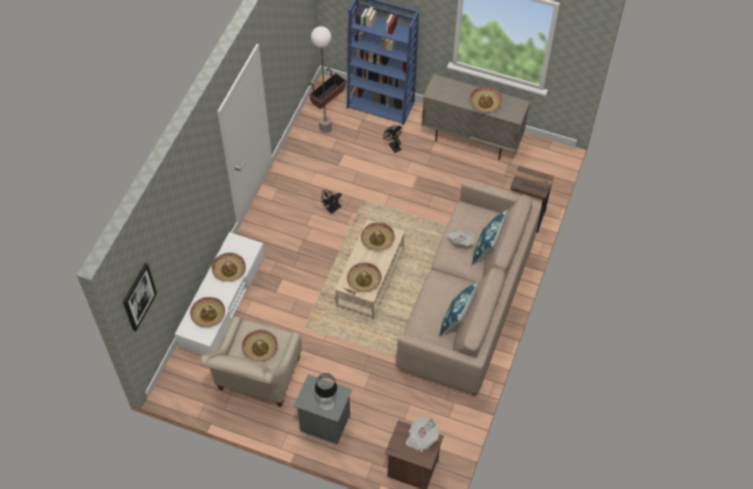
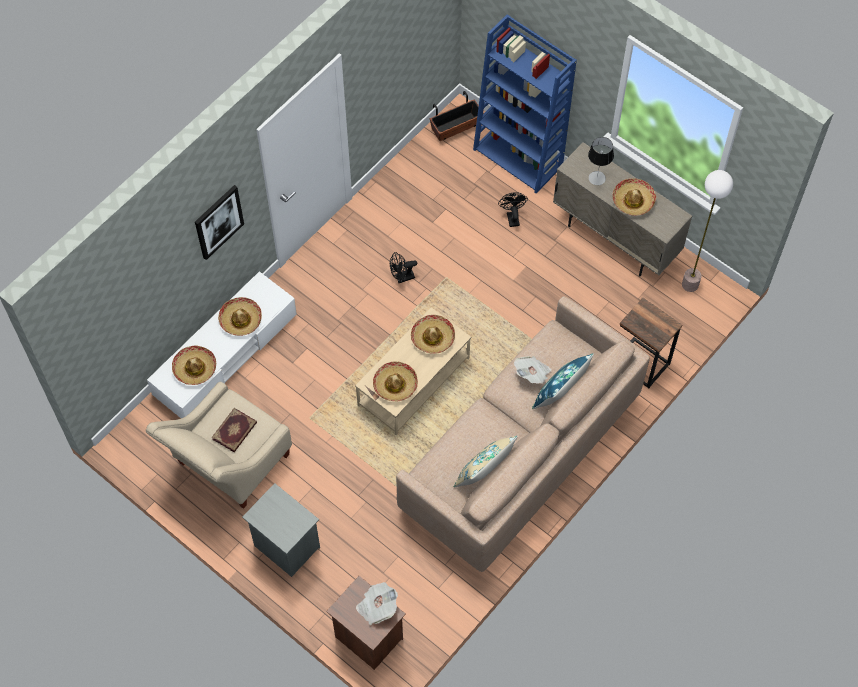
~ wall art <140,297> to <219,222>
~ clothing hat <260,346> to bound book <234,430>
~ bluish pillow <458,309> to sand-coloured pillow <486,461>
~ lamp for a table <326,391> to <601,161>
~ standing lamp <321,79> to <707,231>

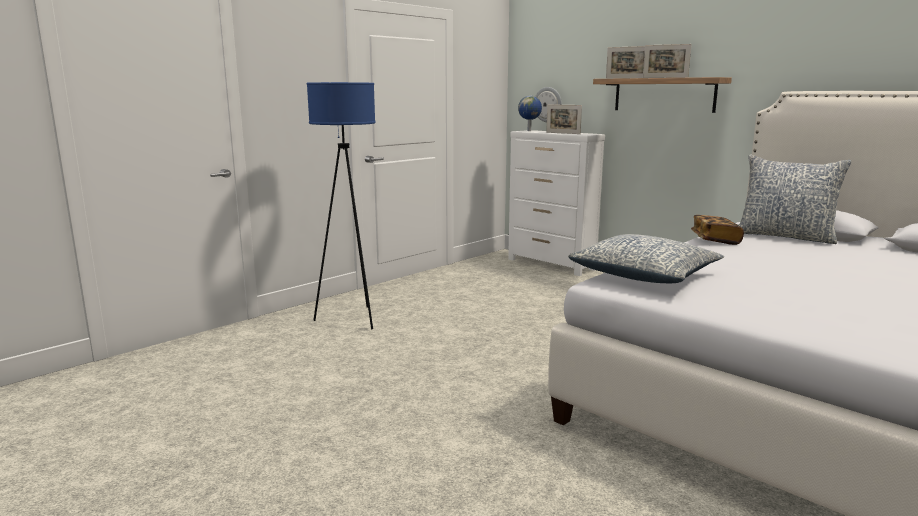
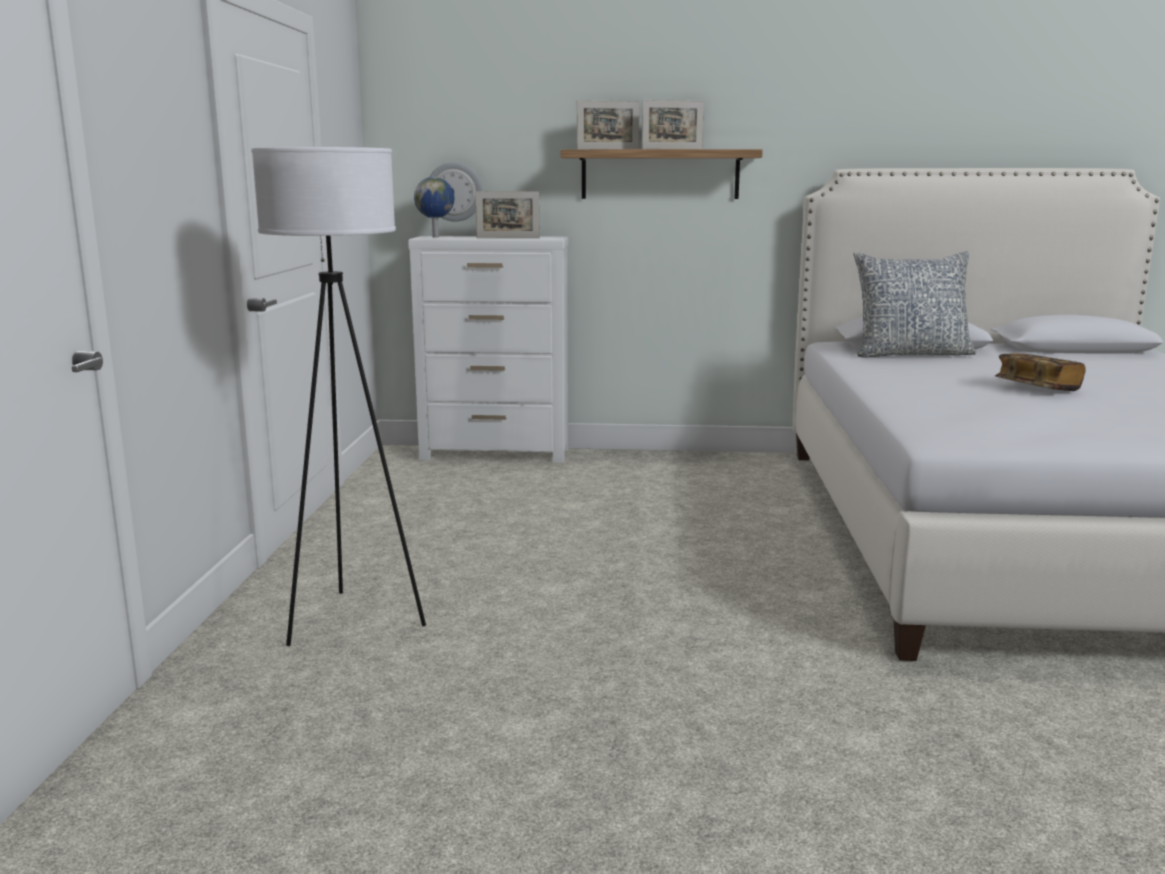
~ bluish standing lamp <341,205> to white-coloured standing lamp <338,396>
~ bound book <717,230> to <1040,372>
- pillow <646,258>

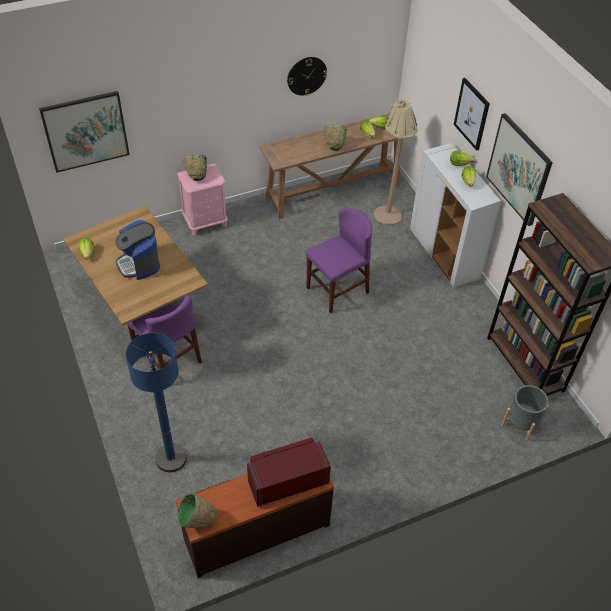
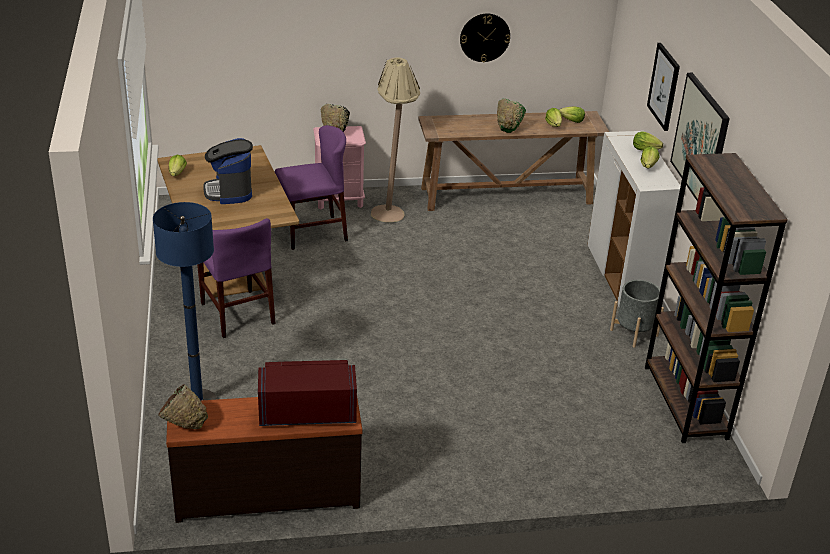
~ green-coloured deep dish <197,511> to brownish deep dish <183,406>
~ purplish upright chair <338,260> to <311,187>
~ sand-coloured standing lamp <396,162> to <395,140>
~ gray plant pot <525,413> to <637,313>
- wall art <84,132>

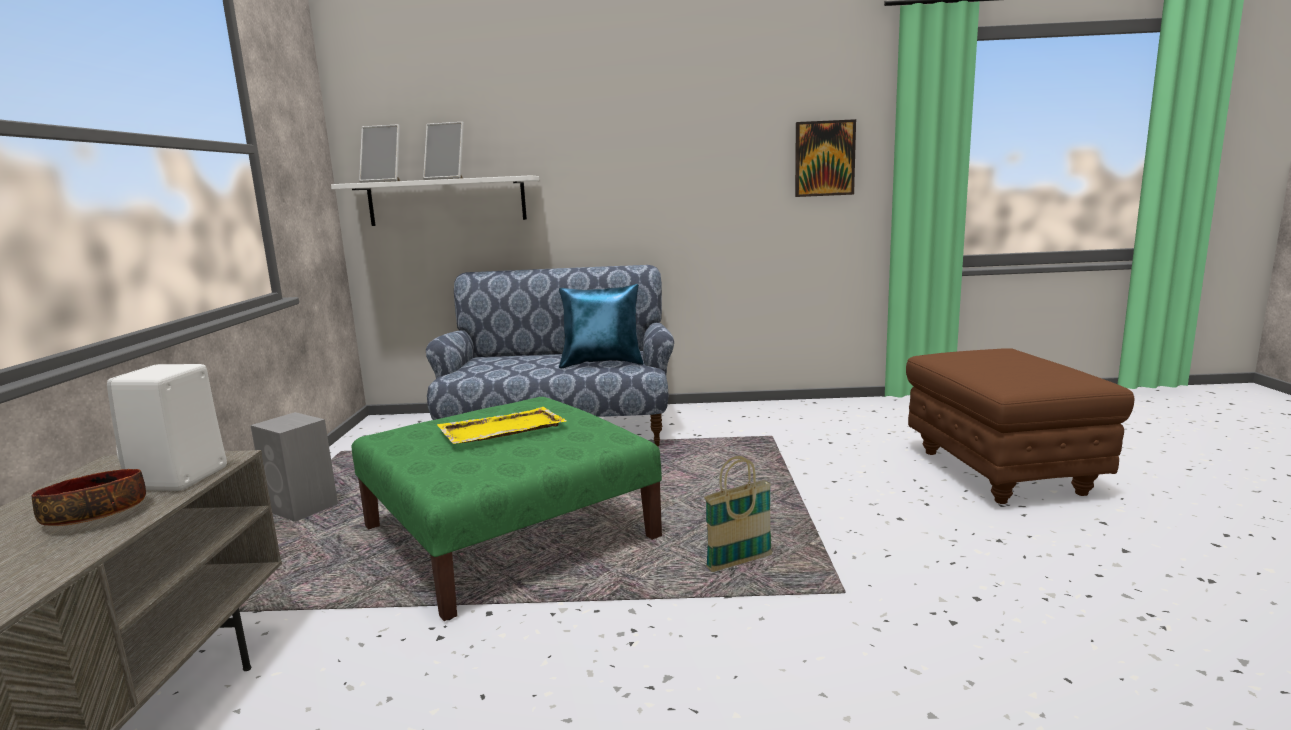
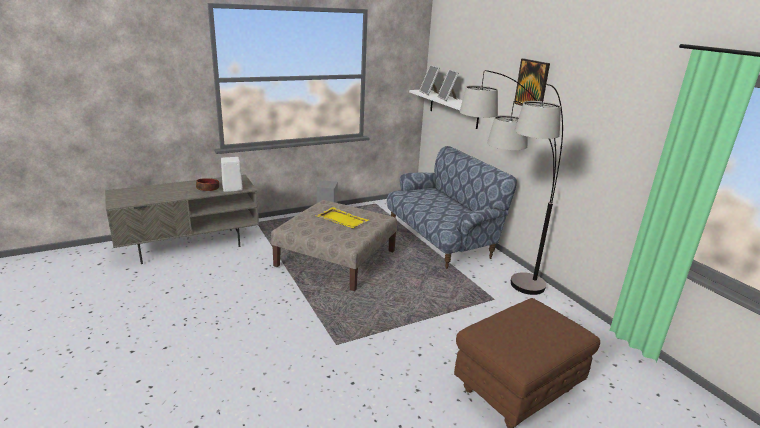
~ green-coloured ottoman <506,509> to sand-coloured ottoman <334,245>
+ standing lamp <511,182>
~ wall art <825,158> to <532,82>
- bluish pillow <601,326>
- storage basket <738,514>

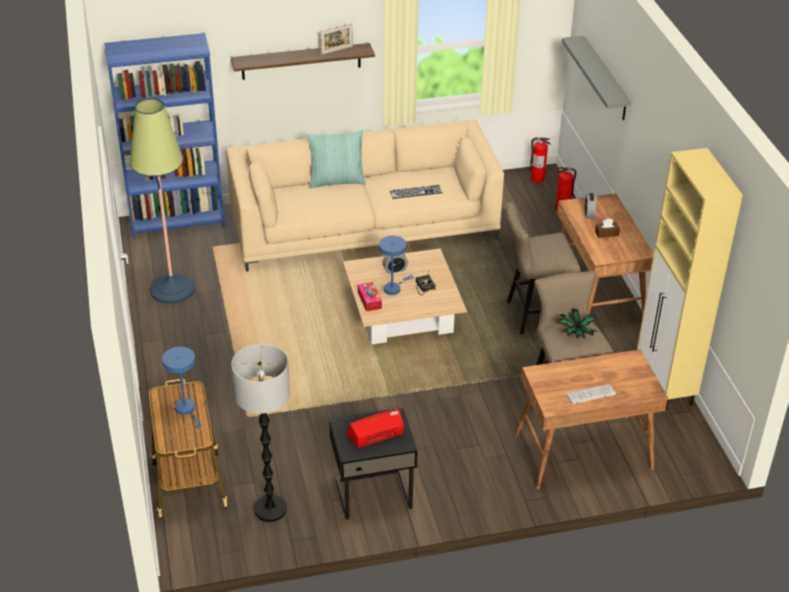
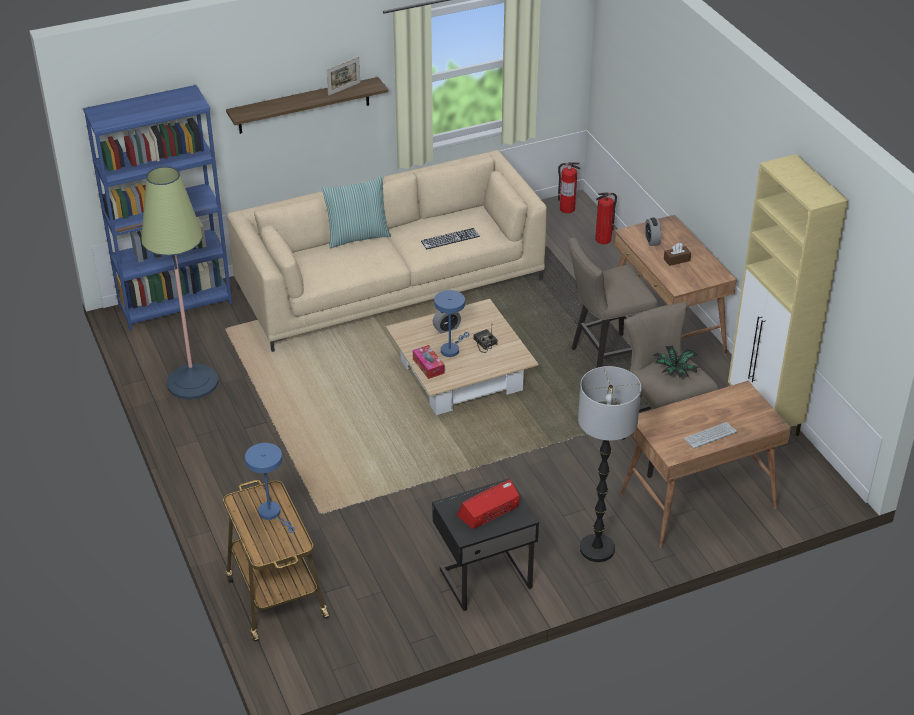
~ standing lamp <260,433> to <609,464>
- gray shelf <596,78>

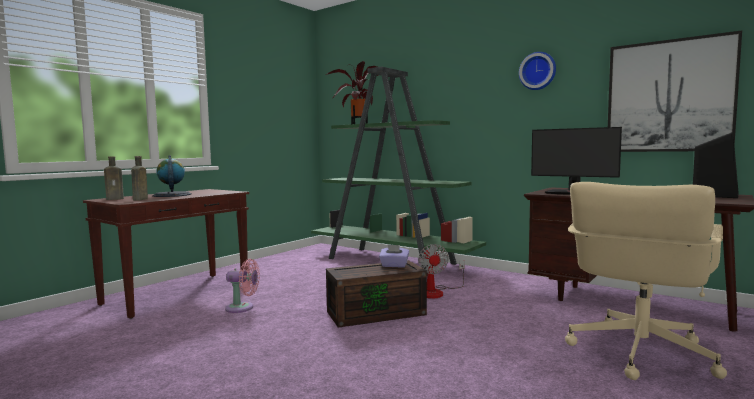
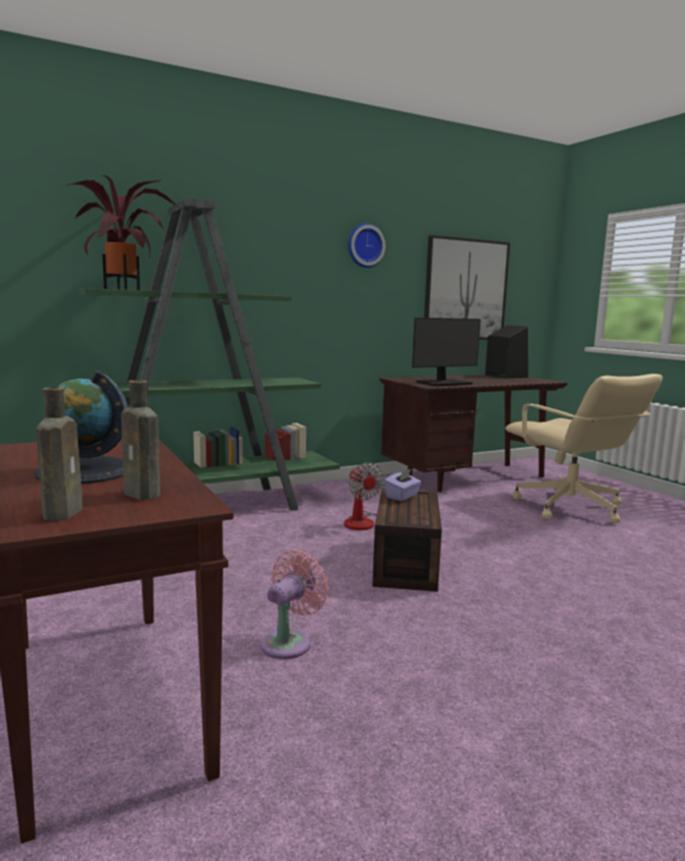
~ fan <441,271> = <364,496> 45 degrees clockwise

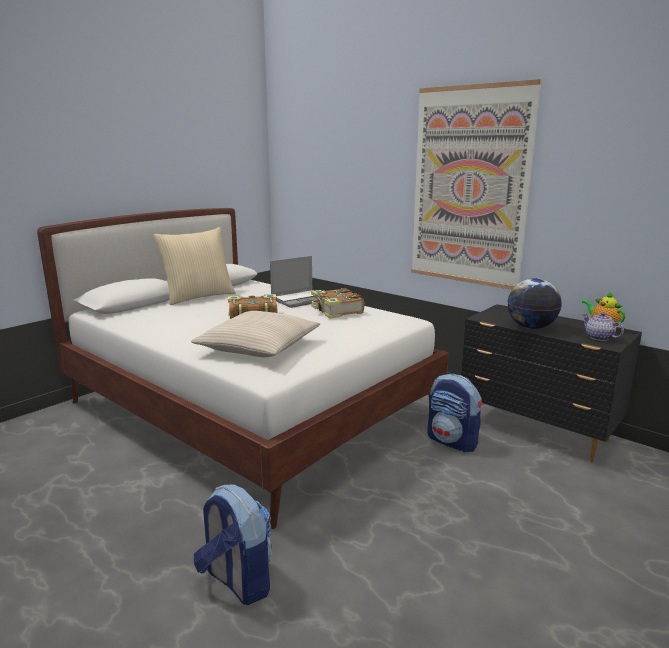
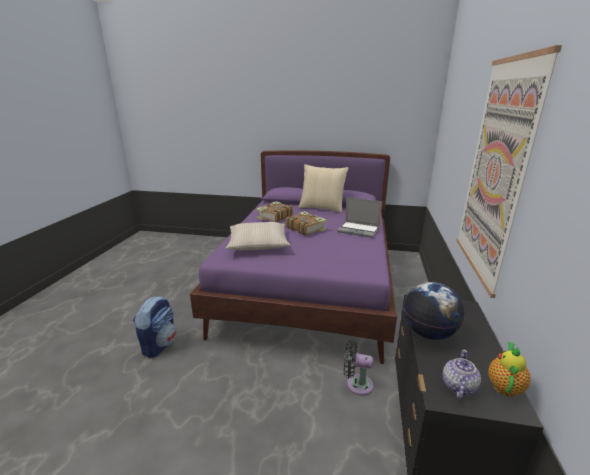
~ white-coloured bed <242,368> to purplish bed <293,257>
~ bound book <337,303> to <275,211>
~ rucksack <454,413> to black-coloured fan <358,368>

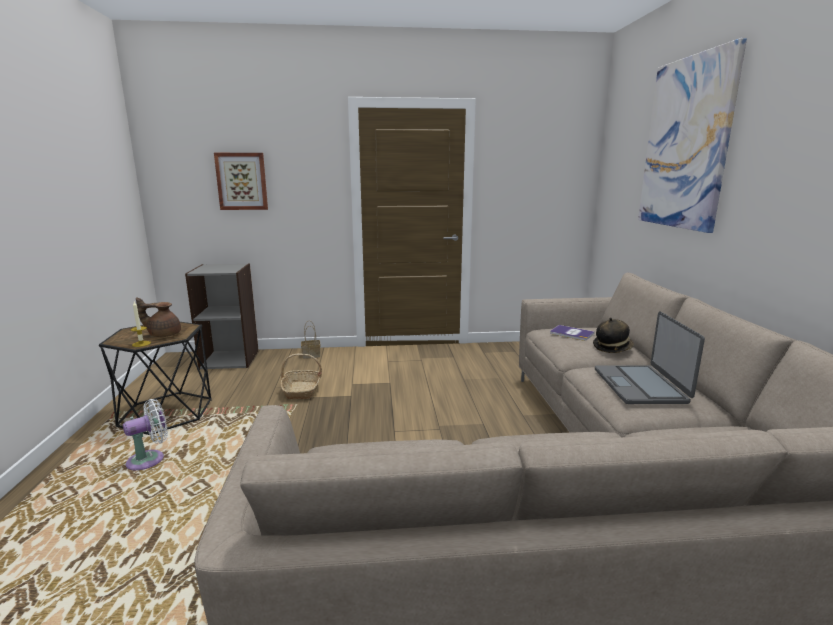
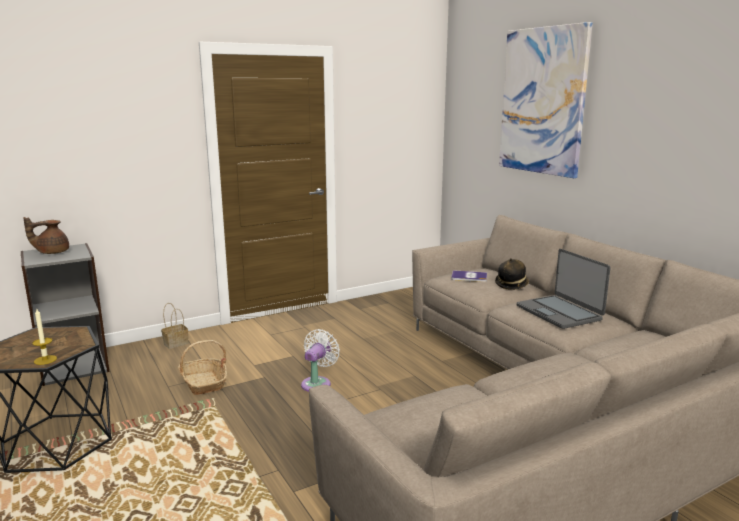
~ brownish teapot <158,317> to <46,235>
~ white-coloured fan <145,434> to <320,360>
- wall art <241,181>

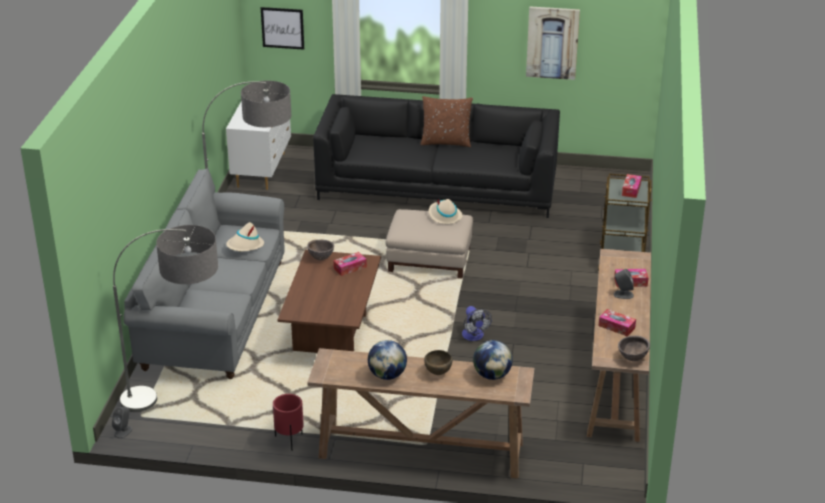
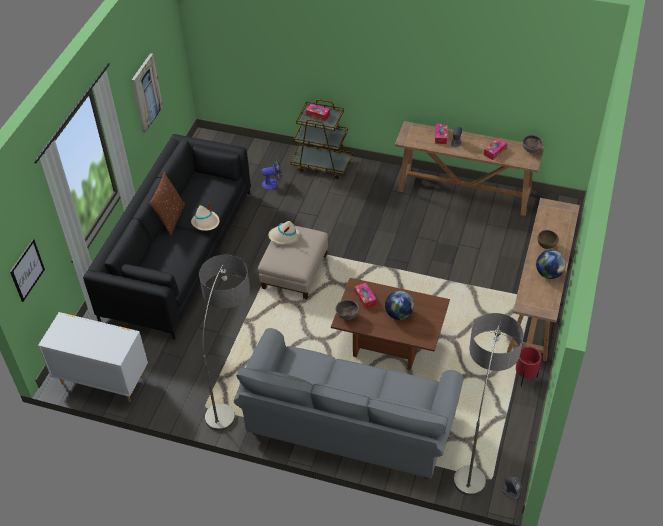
~ sand-coloured clothing hat <245,236> to <205,216>
~ fan <477,323> to <271,174>
~ desk globe <493,360> to <399,305>

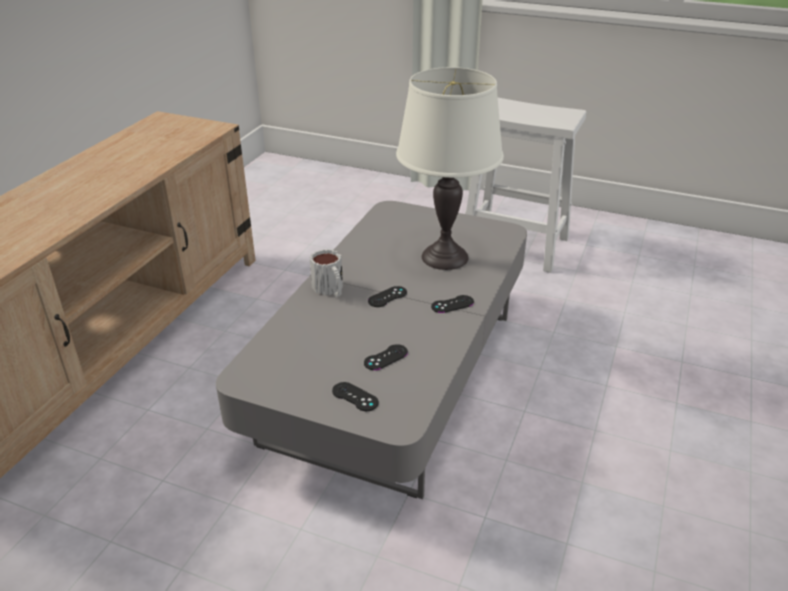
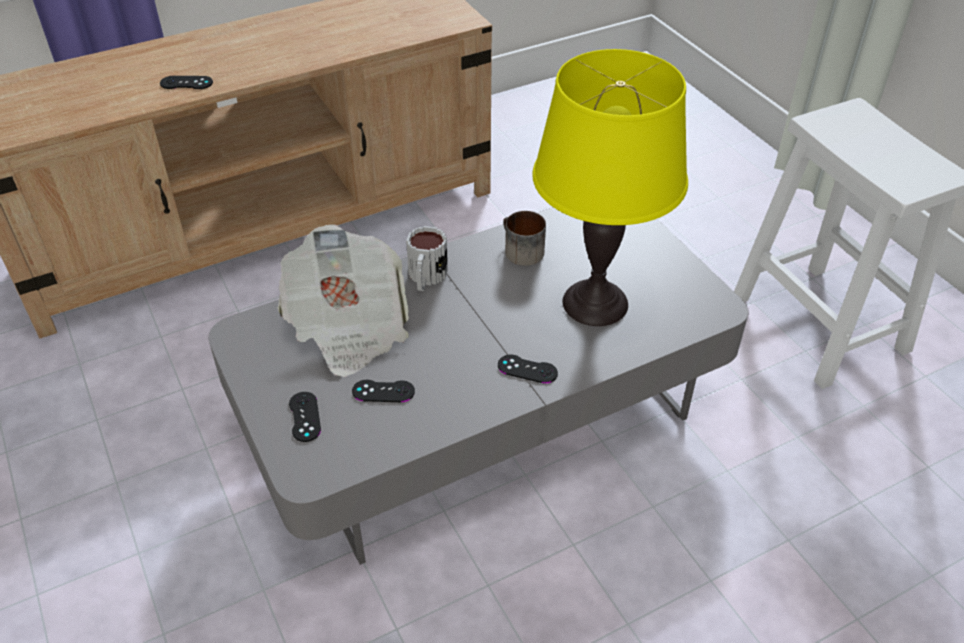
~ black-coloured gamepad <387,296> to <186,82>
+ newspaper <343,301>
+ mug <524,238>
~ white-coloured lamp for a table <450,168> to yellow lamp for a table <610,187>

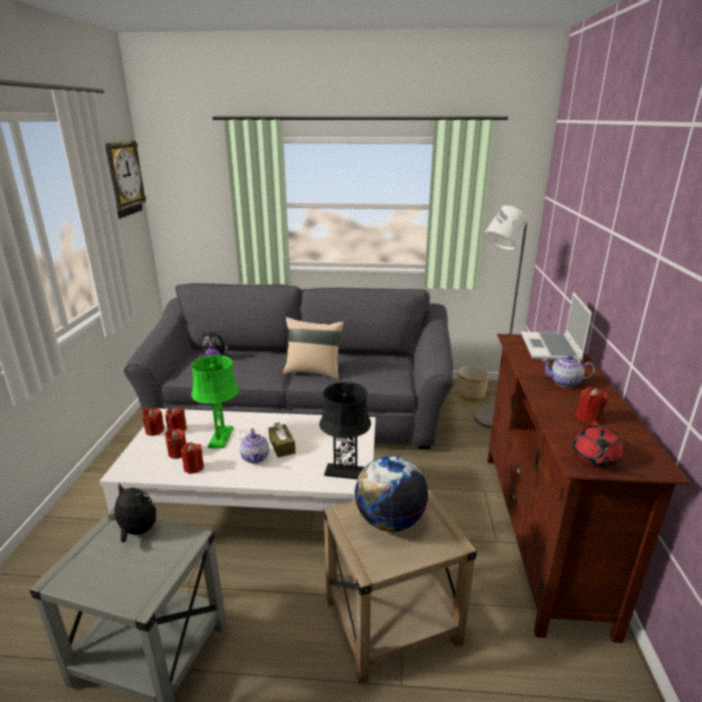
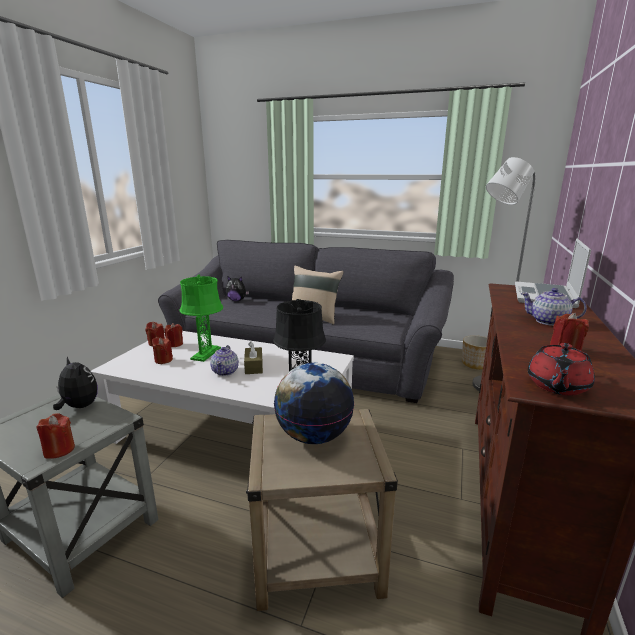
~ red-coloured candle <192,458> to <55,436>
- wall clock <125,180>

